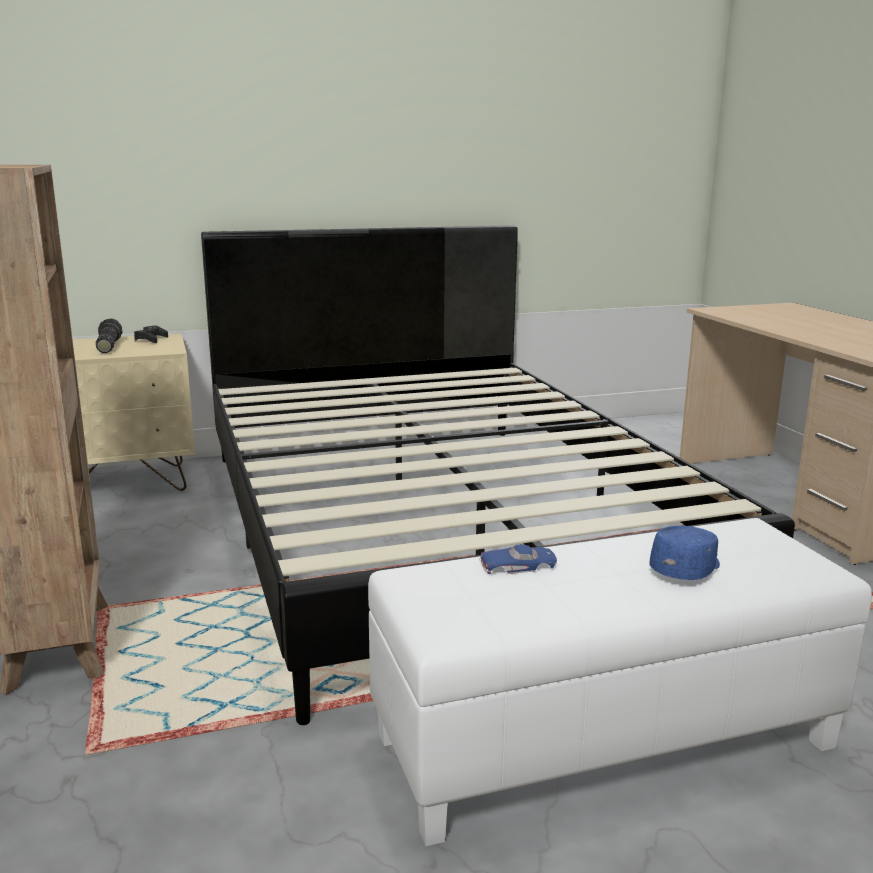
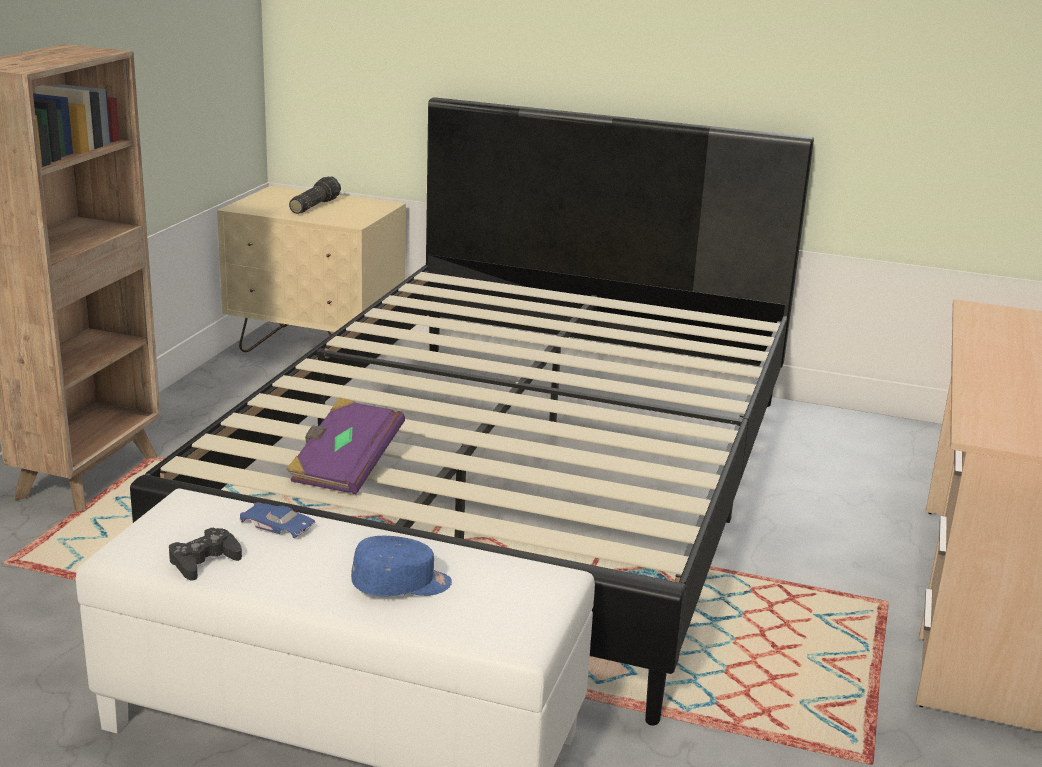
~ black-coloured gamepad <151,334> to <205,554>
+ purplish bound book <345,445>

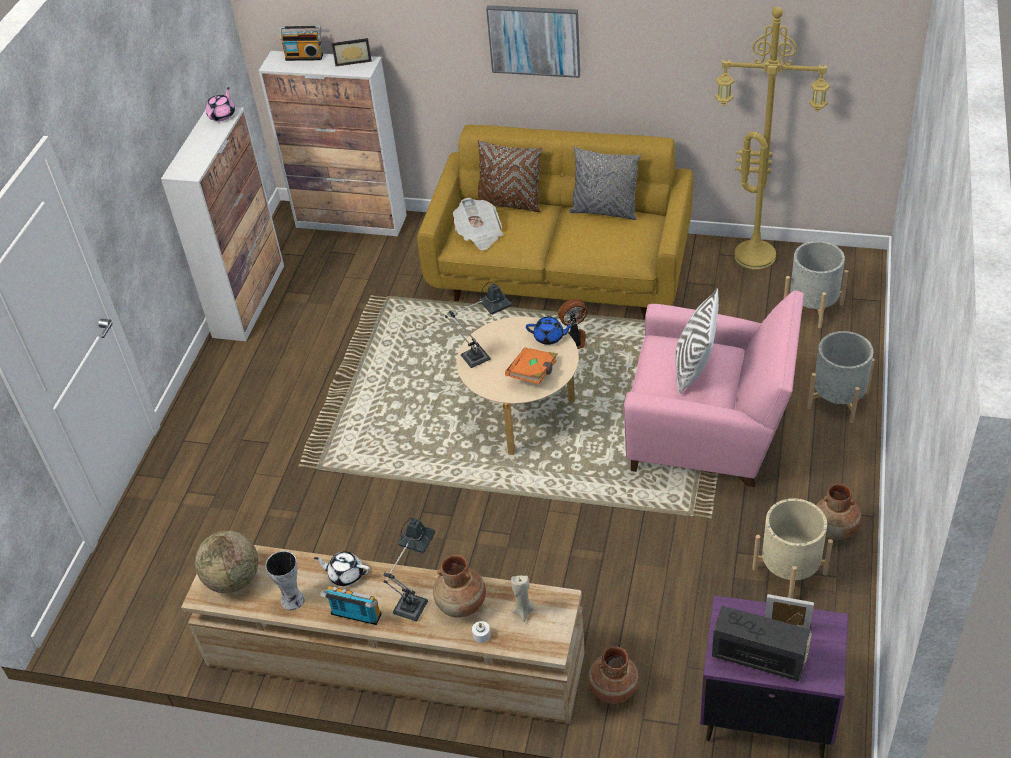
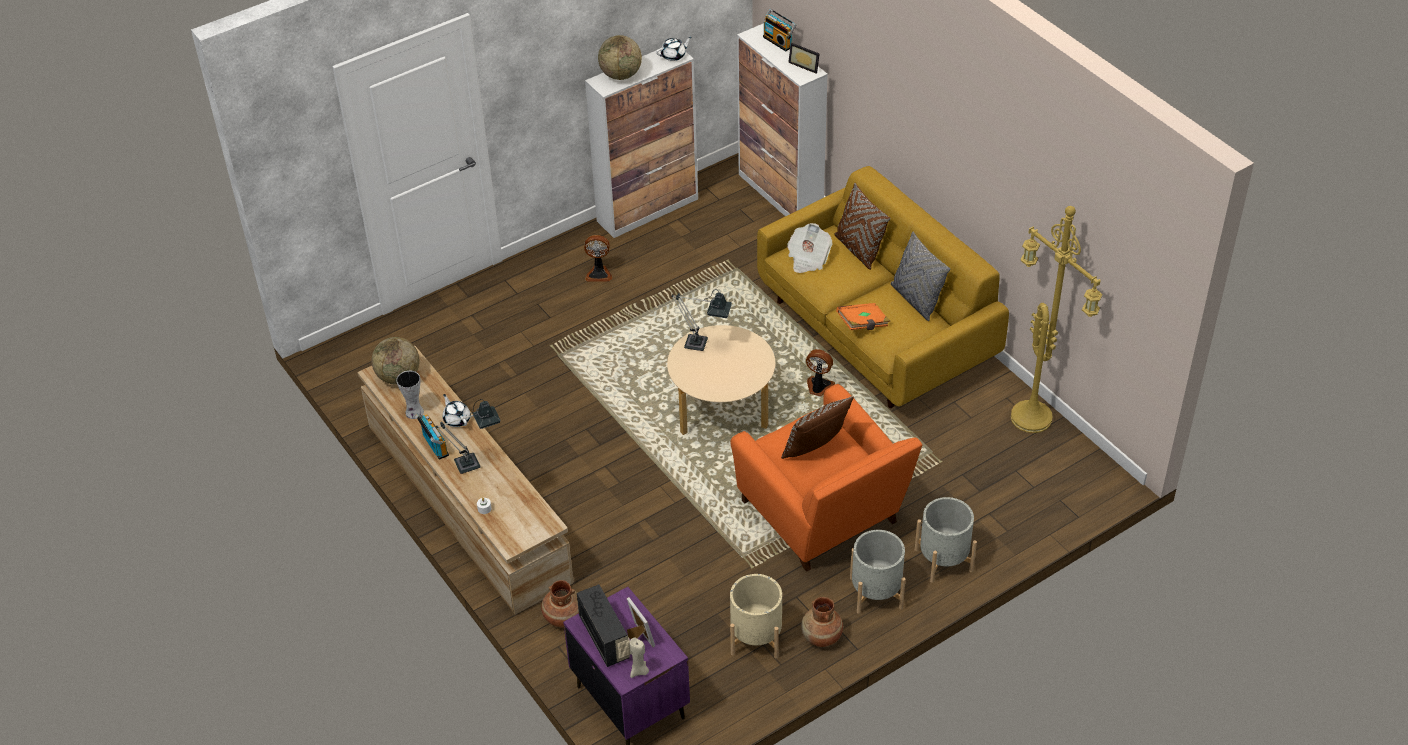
+ fan <598,258>
+ desk globe <620,57>
~ sand-coloured candle <522,598> to <639,657>
~ pinkish teapot <220,104> to white-coloured teapot <674,49>
~ pinkish armchair <714,388> to orangey armchair <826,477>
~ white-coloured pillow <697,341> to brownish pillow <817,427>
~ orangey bound book <531,365> to <863,316>
~ gray plant pot <816,284> to <877,572>
- brownish flower vase <459,586>
- wall art <533,41>
- bluish teapot <550,331>

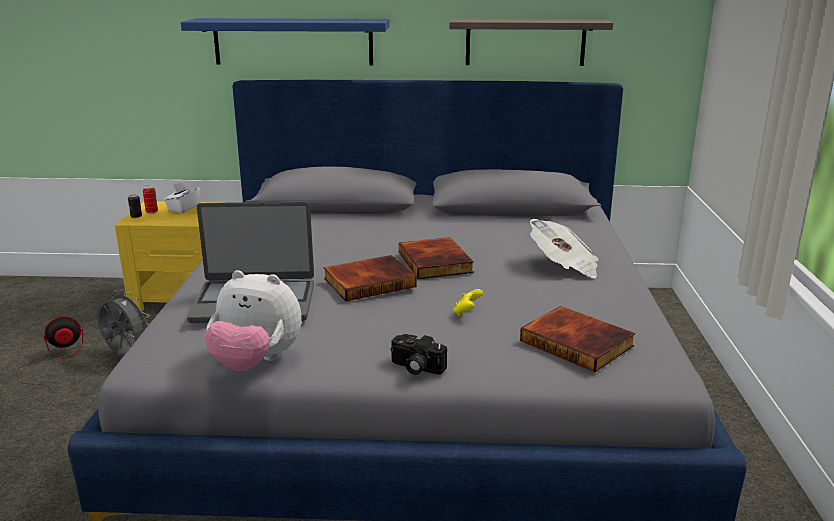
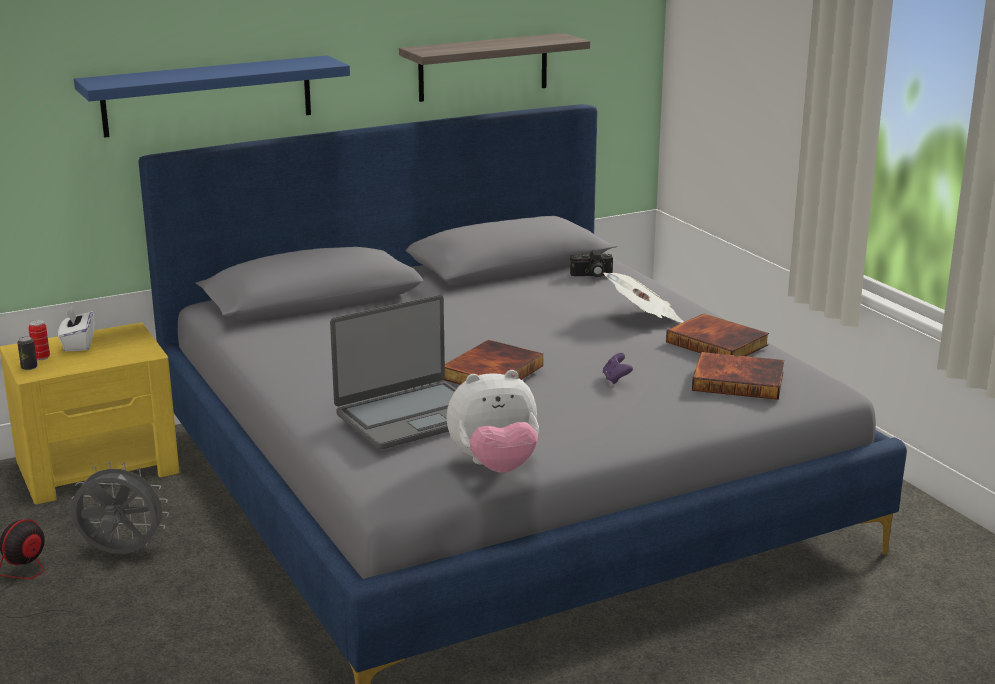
~ photo camera <418,354> to <591,263>
~ yellow gamepad <468,303> to purplish gamepad <618,368>
~ bound book <436,258> to <717,335>

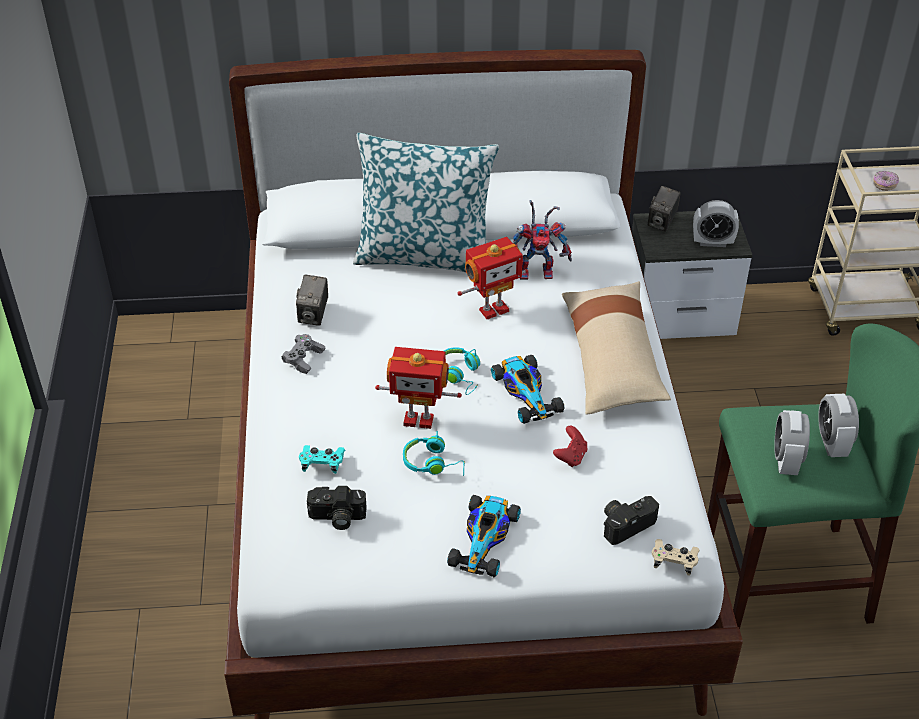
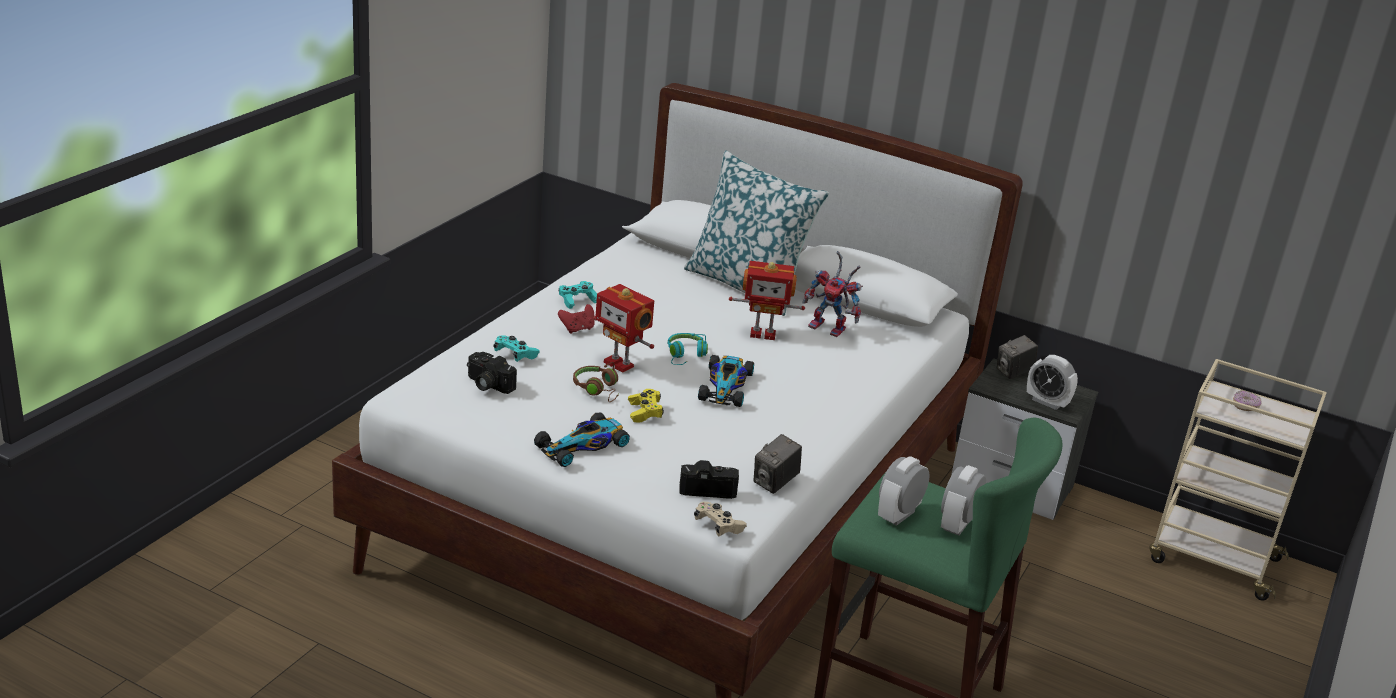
~ red-coloured gamepad <570,446> to <576,319>
~ gray gamepad <303,354> to turquoise gamepad <578,295>
~ turquoise headset <434,453> to brownish headset <595,382>
+ yellow gamepad <646,406>
~ photo camera <312,300> to <778,464>
- sand-coloured pillow <616,348>

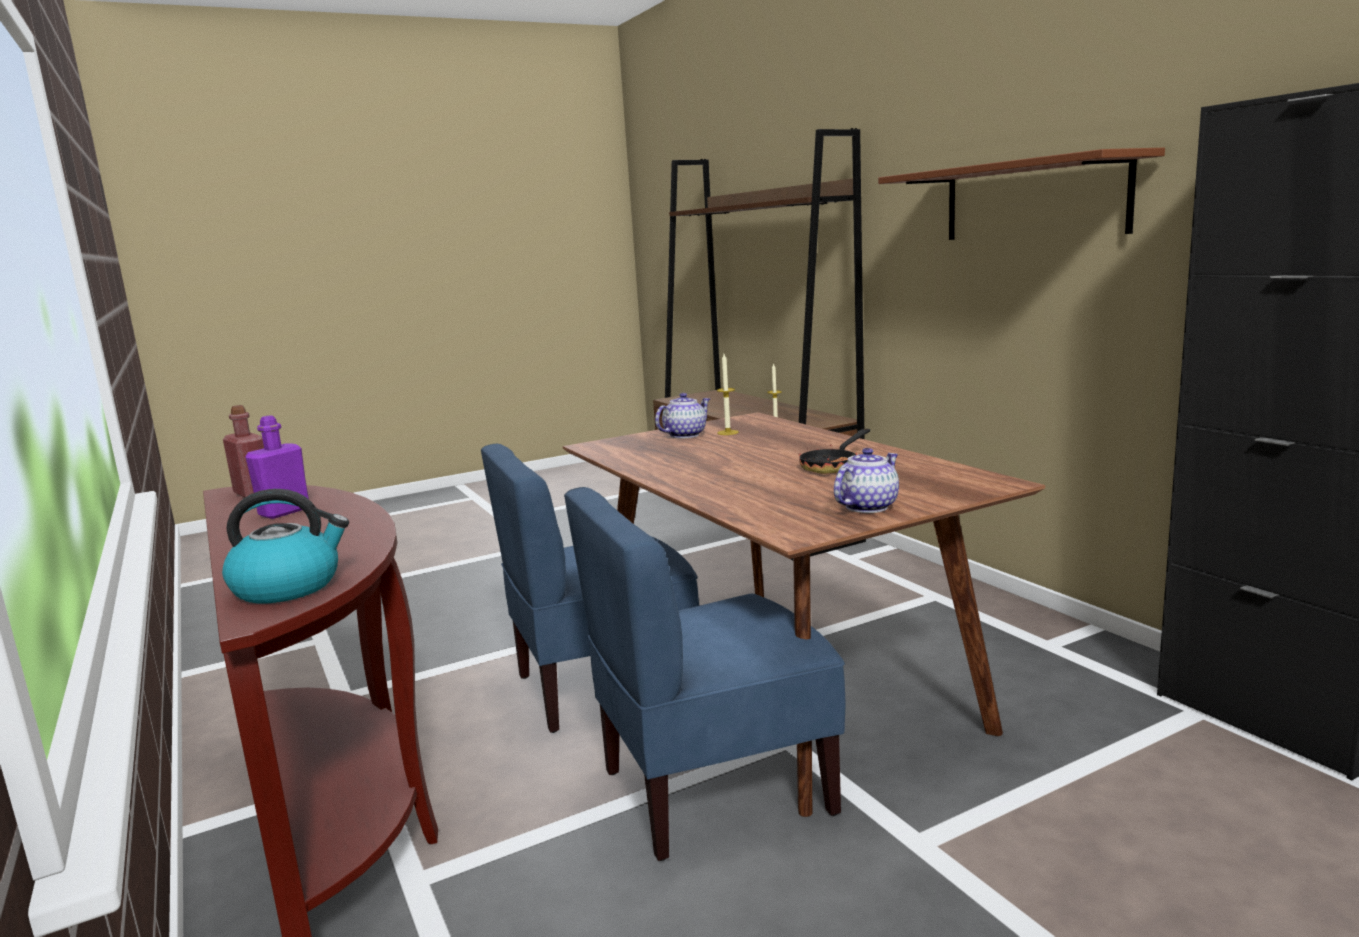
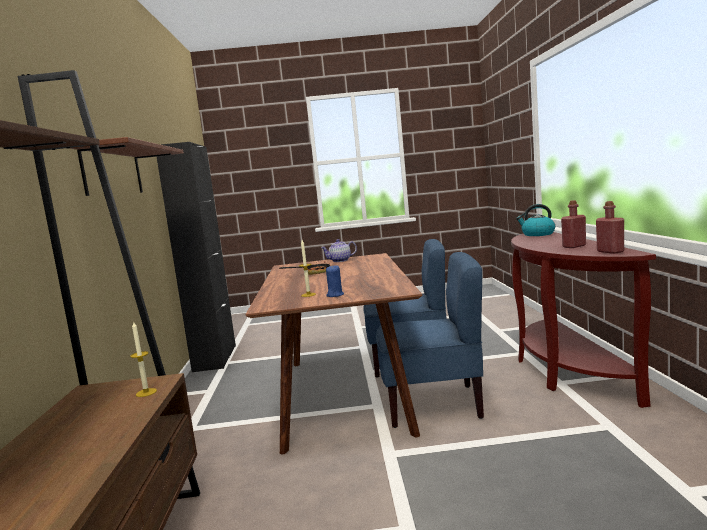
~ teapot <682,415> to bluish candle <335,281>
~ purplish beverage bottle <277,467> to red-coloured beverage bottle <573,224>

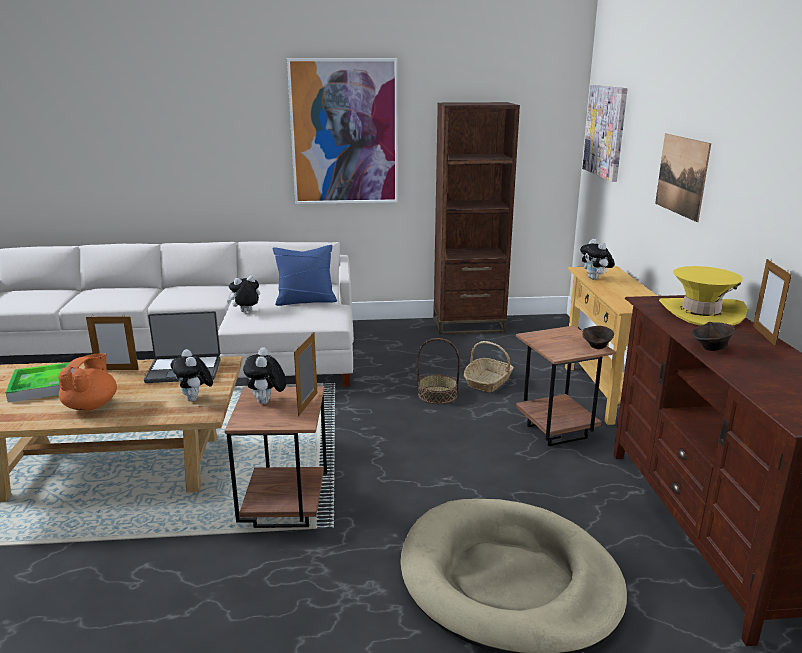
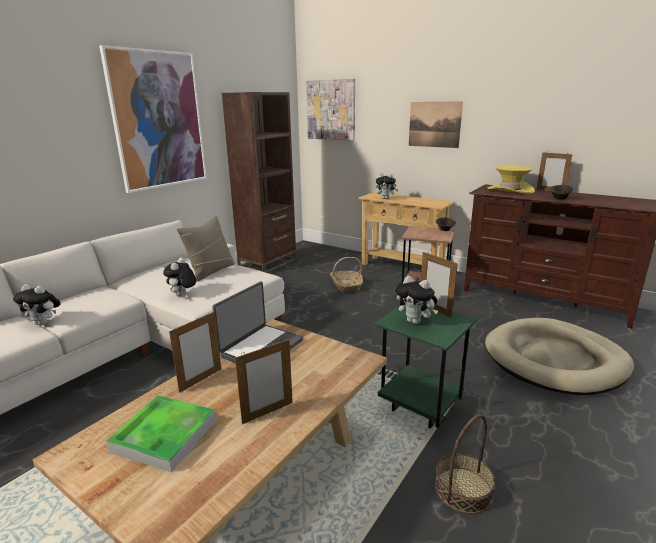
~ soft toy <192,375> to <37,304>
~ bluish pillow <305,275> to sand-coloured pillow <206,249>
~ orangey teapot <87,382> to picture frame <264,381>
~ brownish accent table <276,457> to green-coloured accent table <426,367>
~ storage basket <438,371> to <465,464>

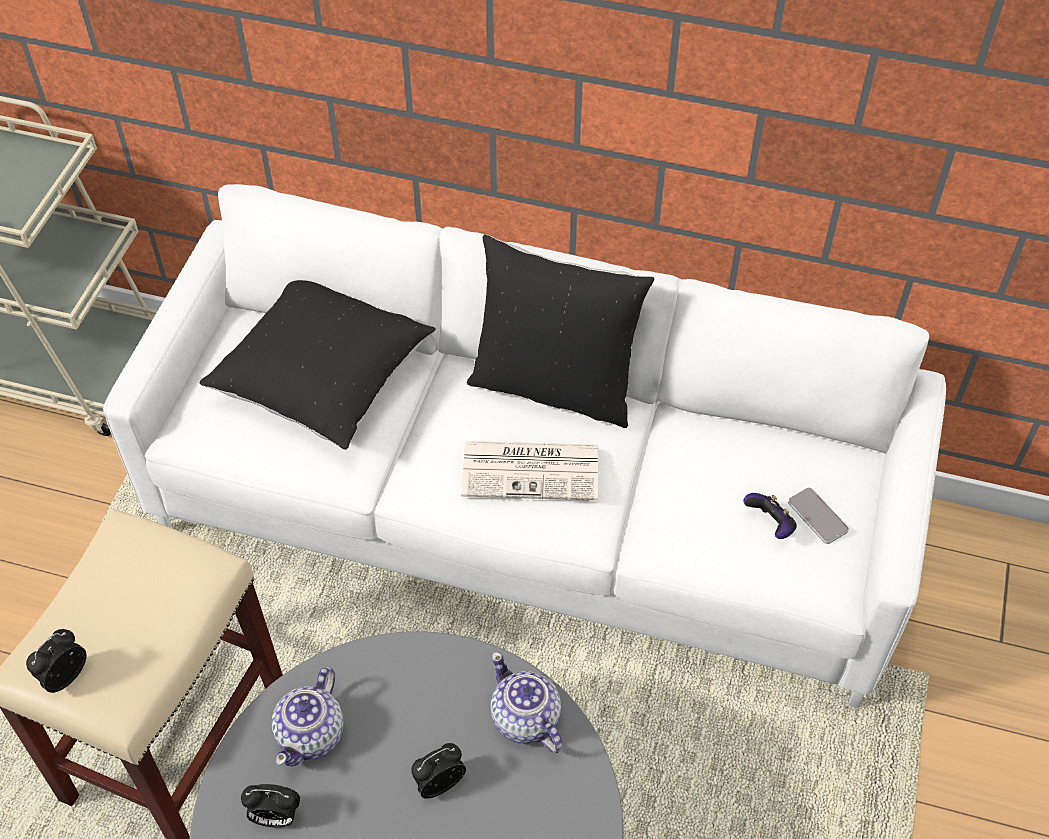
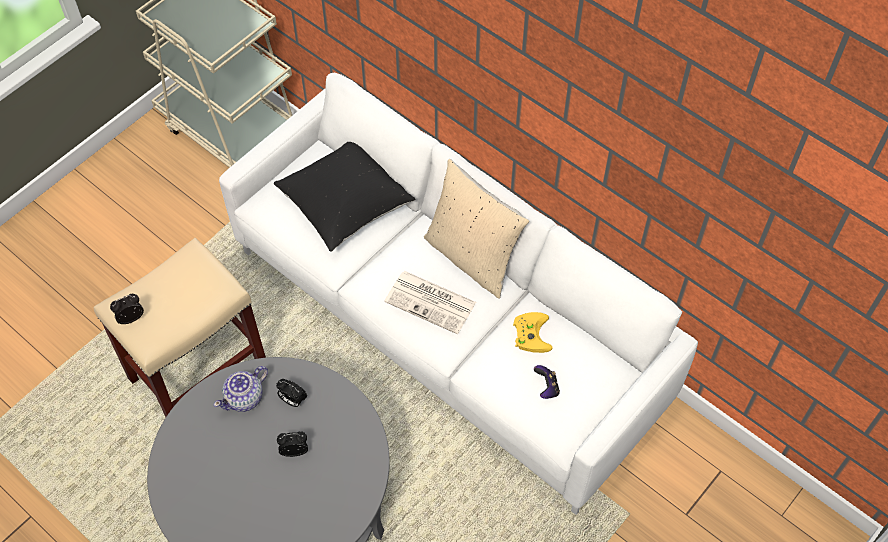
~ bedside clock <270,806> to <291,393>
~ black-coloured pillow <560,331> to sand-coloured pillow <476,229>
+ yellow gamepad <533,332>
- teapot <526,702>
- handset <818,515>

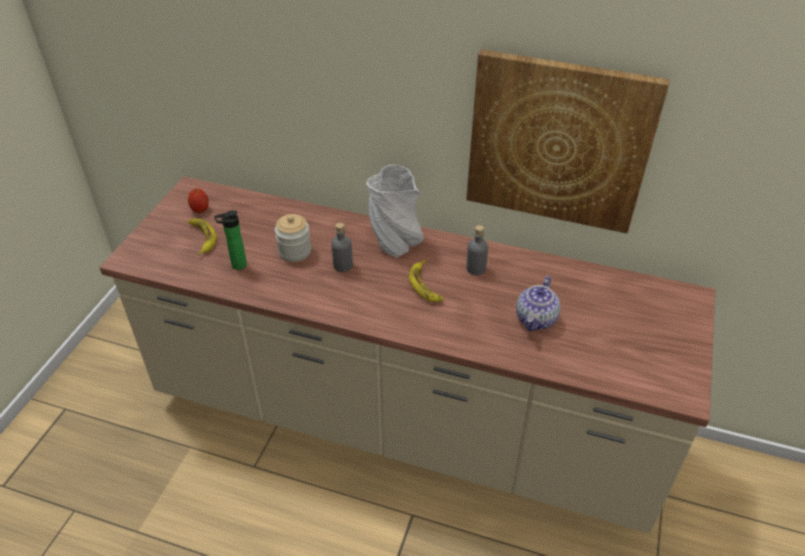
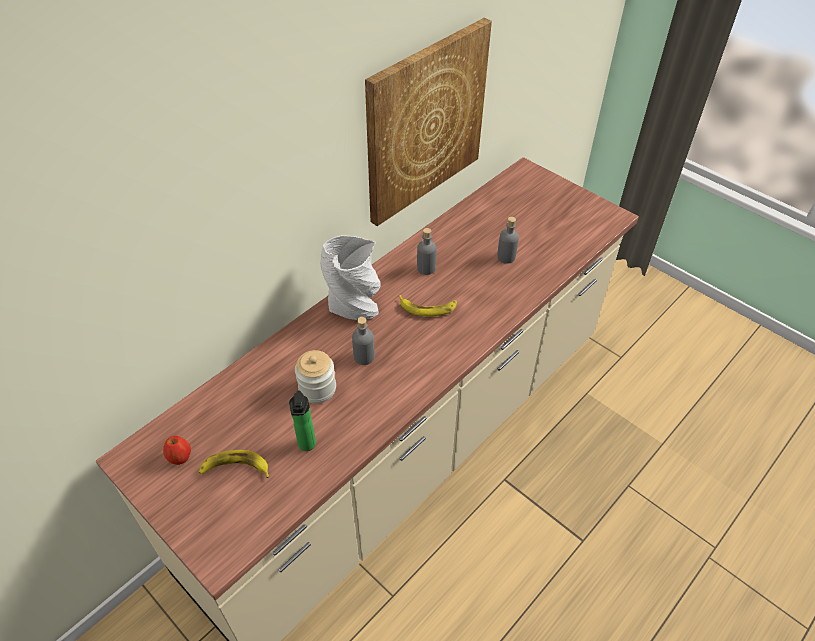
~ teapot <538,303> to gray beverage bottle <508,240>

